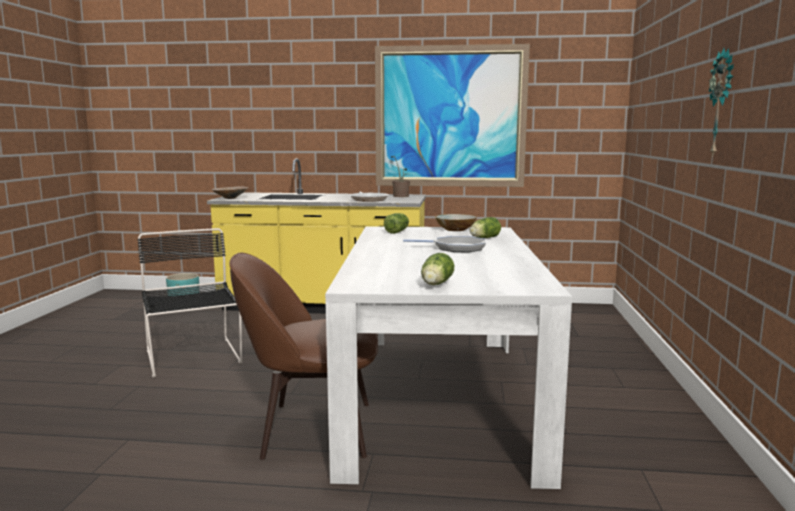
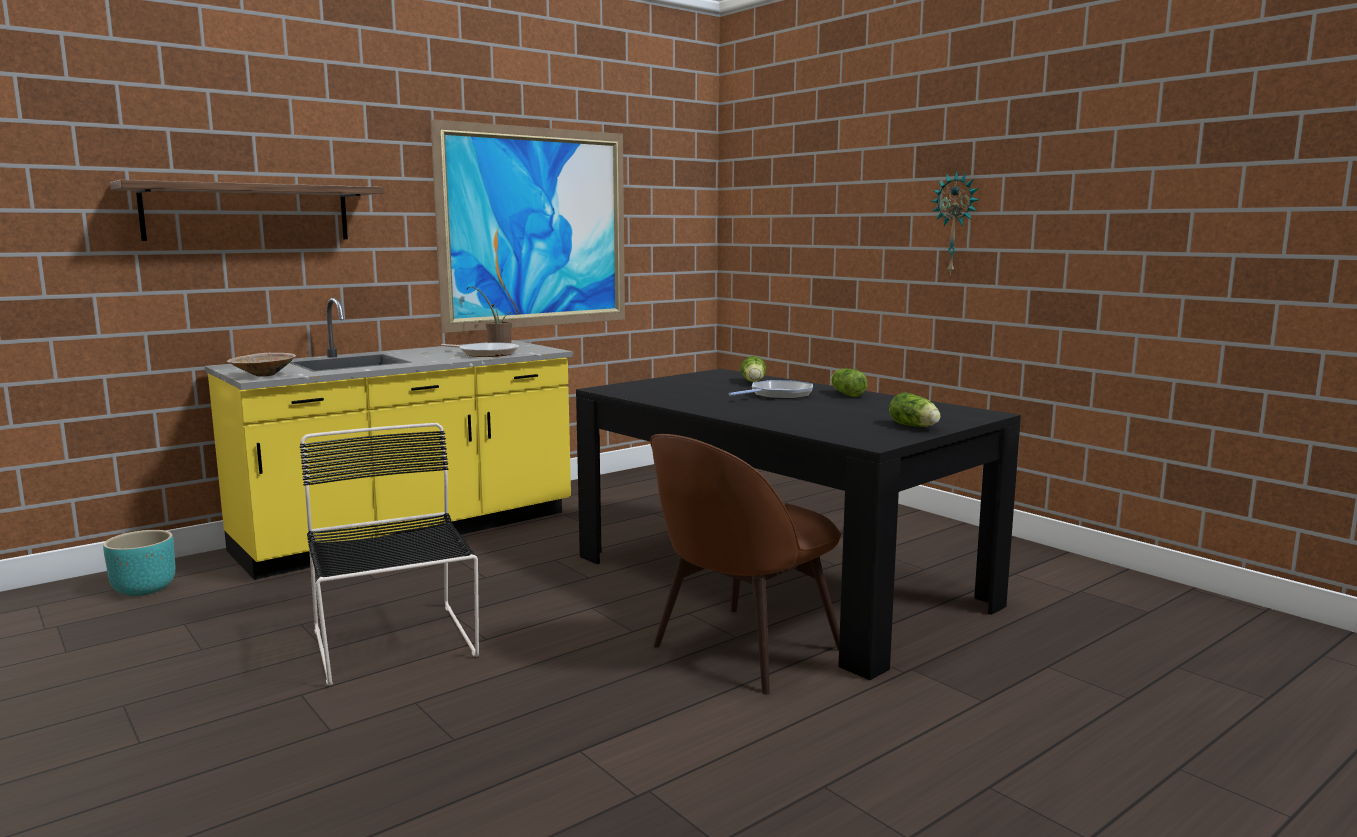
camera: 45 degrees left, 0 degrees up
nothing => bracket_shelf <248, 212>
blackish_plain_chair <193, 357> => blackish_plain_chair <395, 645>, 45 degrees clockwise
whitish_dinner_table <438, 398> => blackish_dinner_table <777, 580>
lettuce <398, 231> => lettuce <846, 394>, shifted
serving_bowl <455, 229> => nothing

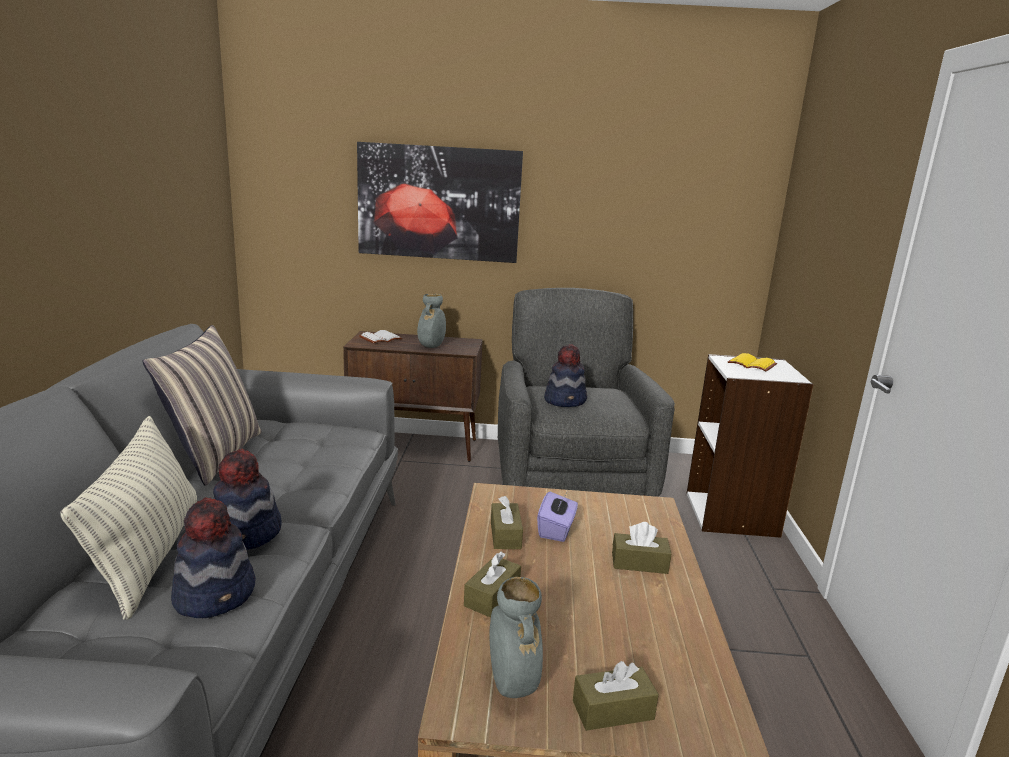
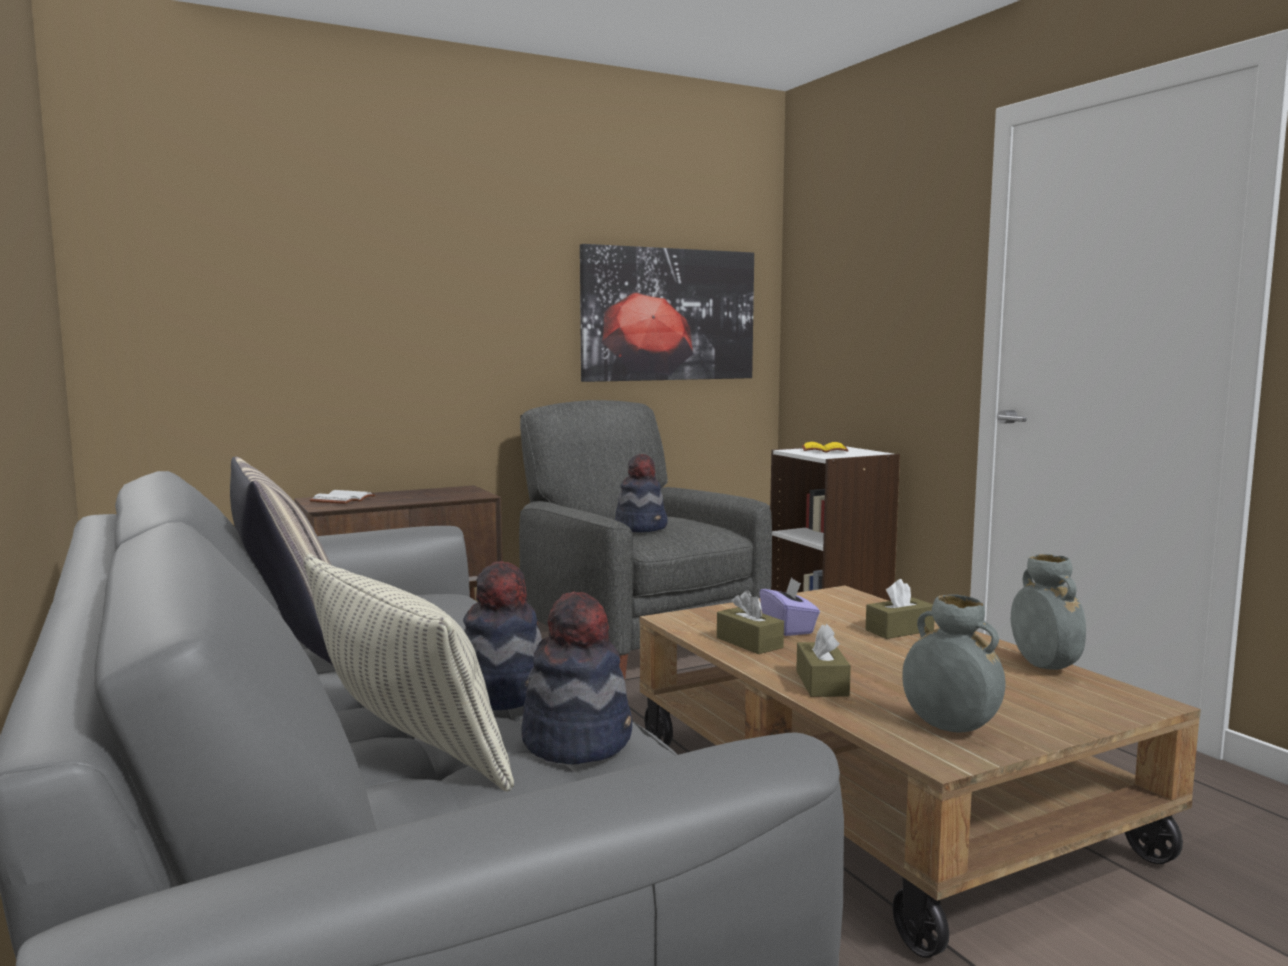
camera: 30 degrees left, 10 degrees down
wall_picture <439, 203> => wall_picture <668, 314>, shifted
greyish_decorative_vase <431, 347> => greyish_decorative_vase <1045, 667>, shifted
brown_tissue_box <613, 710> => nothing

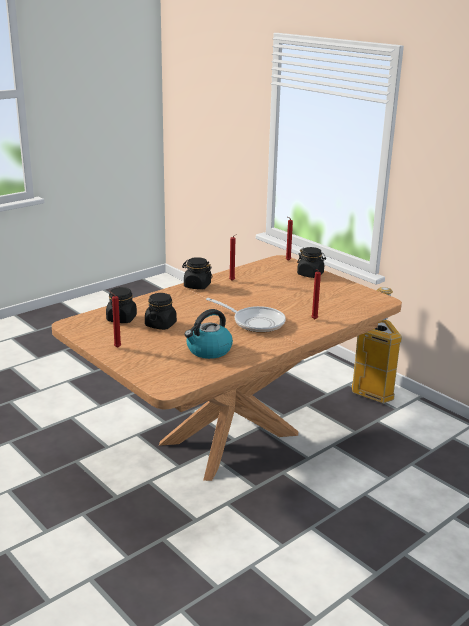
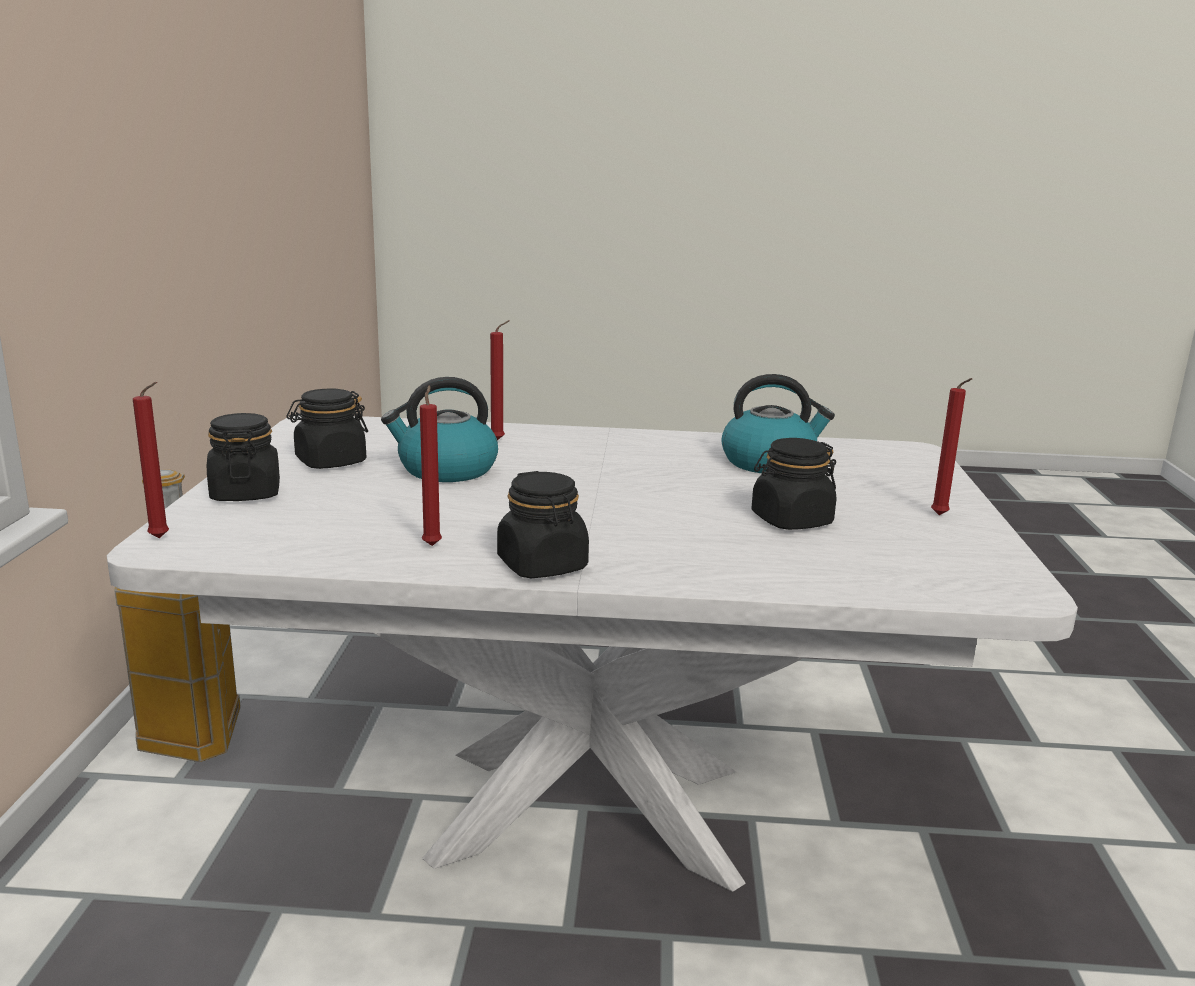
camera: 135 degrees left, 5 degrees down
brown_dinner_table <231, 439> => whitish_dinner_table <587, 811>
blackish_storage_jar <121, 319> => blackish_storage_jar <330, 462>, shifted
nothing => tea_kettle <446, 470>
skillet <255, 322> => nothing

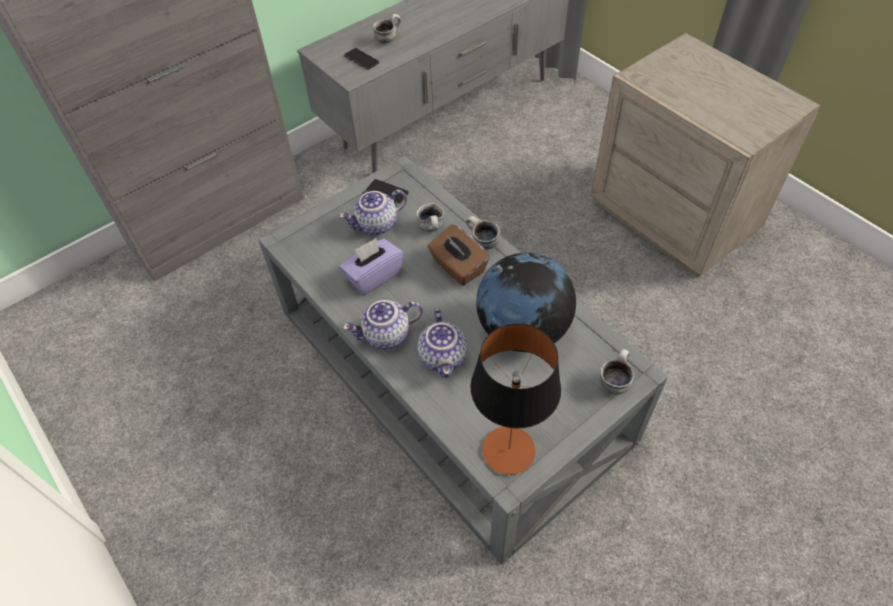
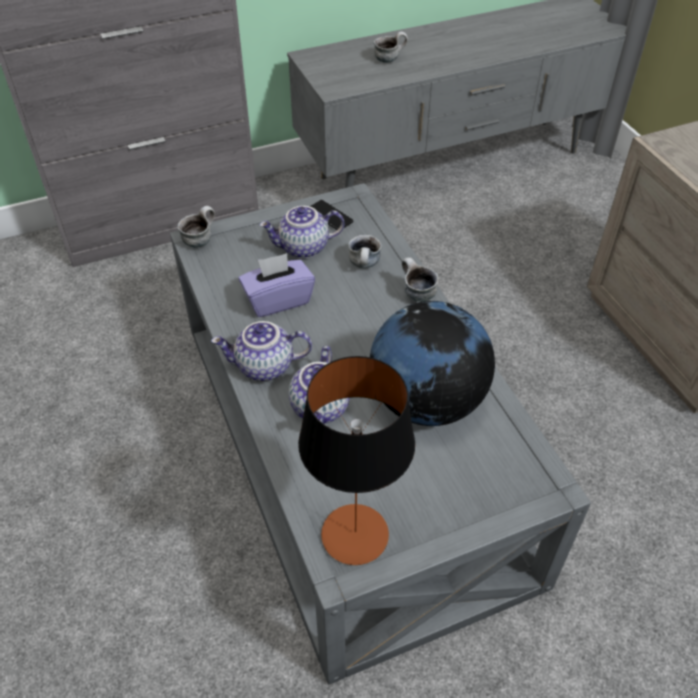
camera: 15 degrees right, 5 degrees down
mug <614, 380> => mug <200, 239>, shifted
phone <361, 59> => nothing
brown_tissue_box <458, 267> => nothing

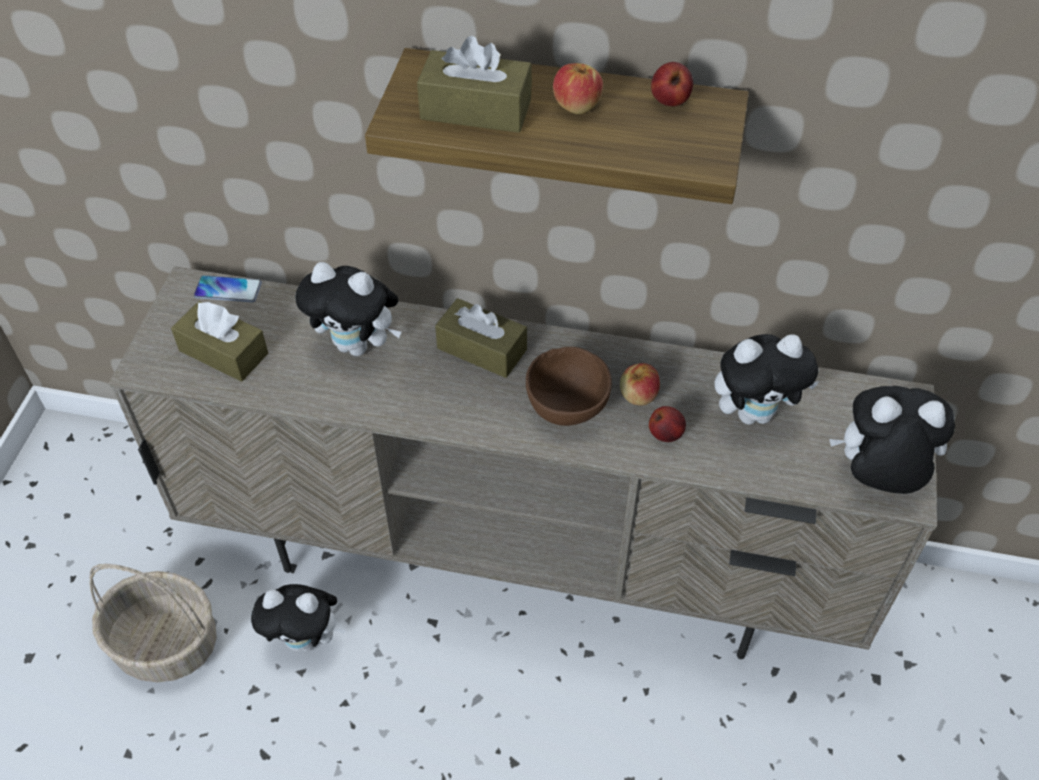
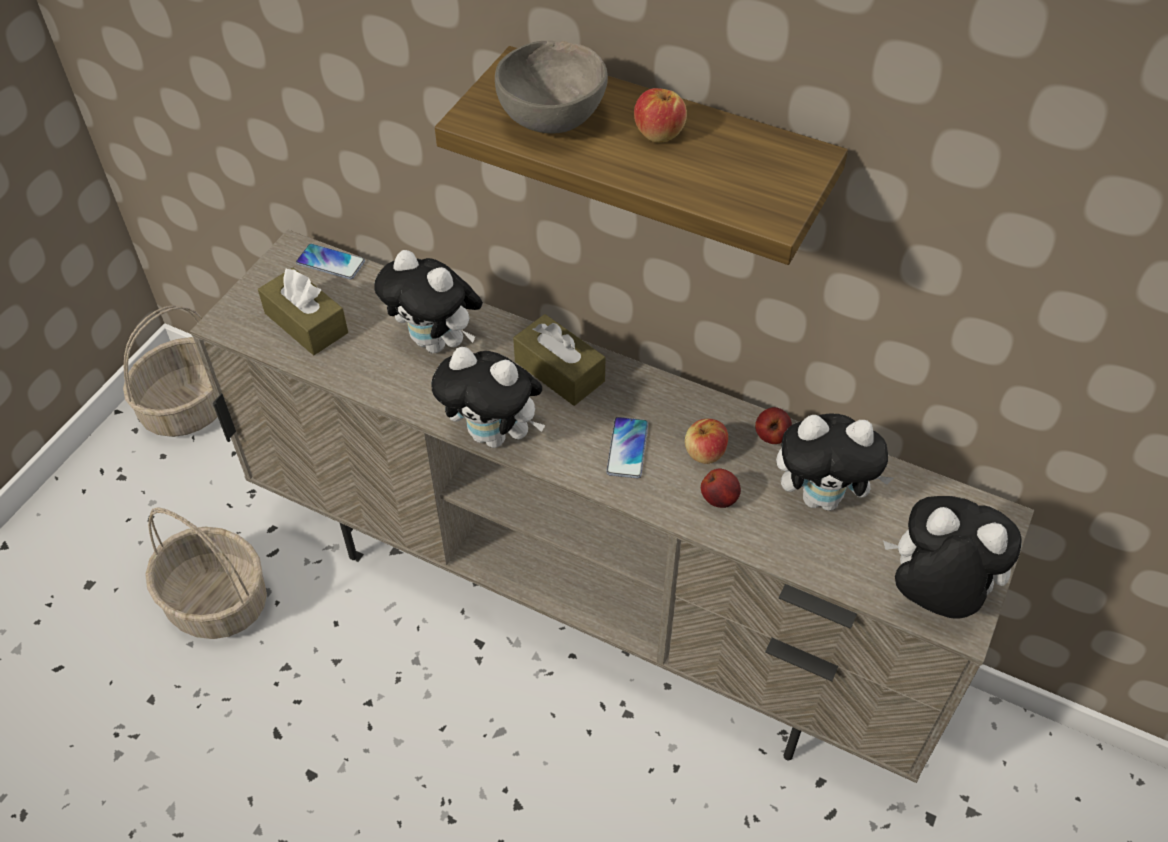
camera: 15 degrees right, 0 degrees up
nothing => basket <188, 406>
soft_toy <306, 639> => soft_toy <494, 435>, shifted
brown_tissue_box <476, 109> => greyish_serving_bowl <554, 120>
brown_serving_bowl <568, 406> => phone <627, 448>
apple_fruit <669, 101> => apple_fruit <771, 436>, shifted

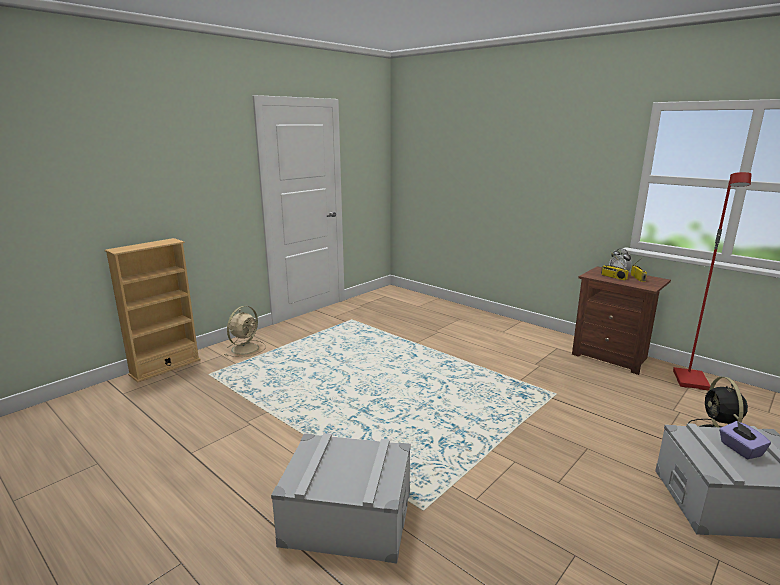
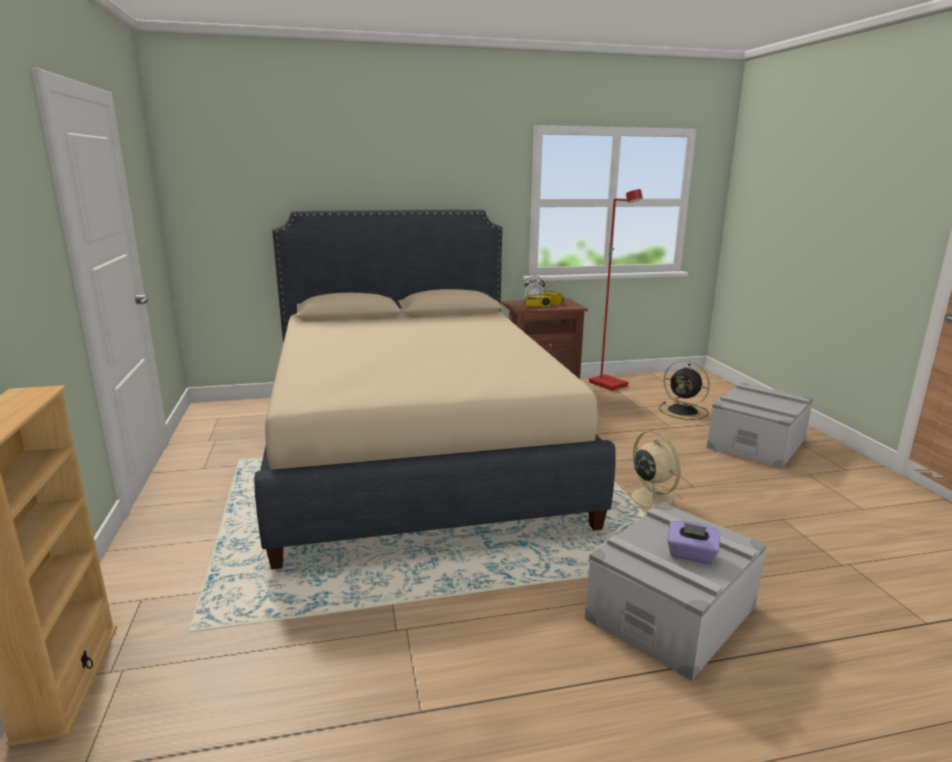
camera: 55 degrees left, 0 degrees up
nothing => beige_bedroom_bed <415, 450>
beige_fan <246, 348> => beige_fan <650, 497>, shifted
purplish_tissue_box <740, 449> => purplish_tissue_box <691, 555>, shifted

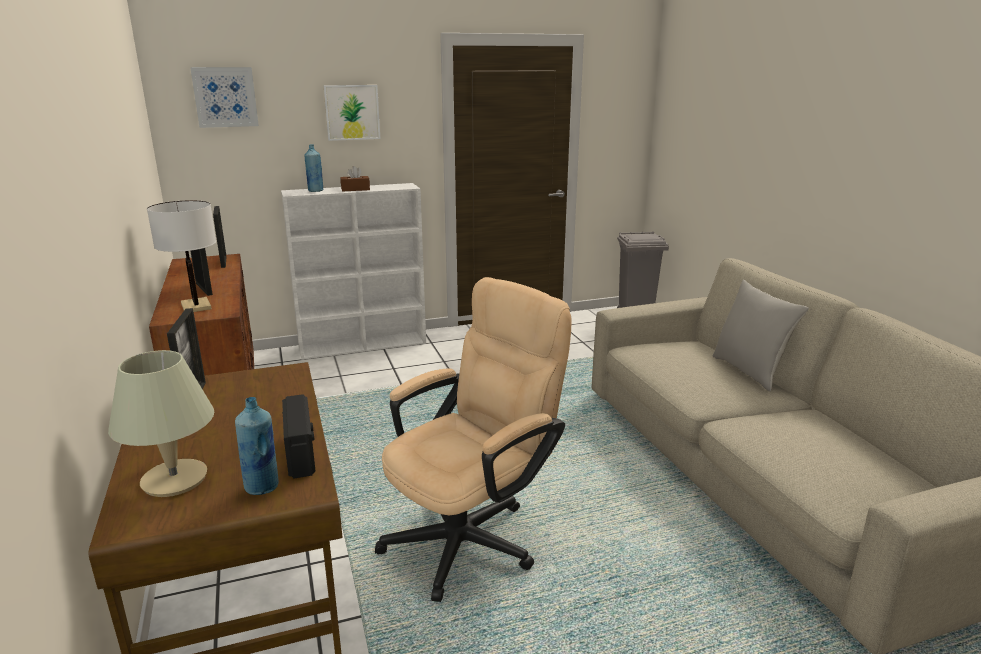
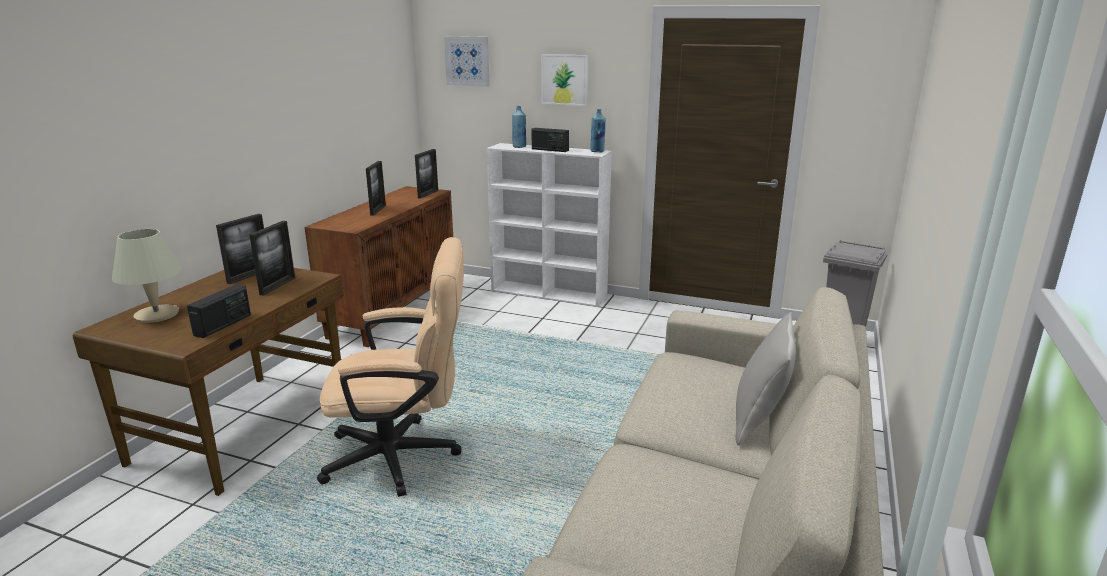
camera: 40 degrees right, 0 degrees up
nothing => photo_frame <277, 286>
brown_tissue_box <355, 189> => radio <550, 150>
bluish_bottle <262, 487> => bluish_bottle <597, 151>, shifted
whitish_lamp_for_a_table <196, 306> => nothing

